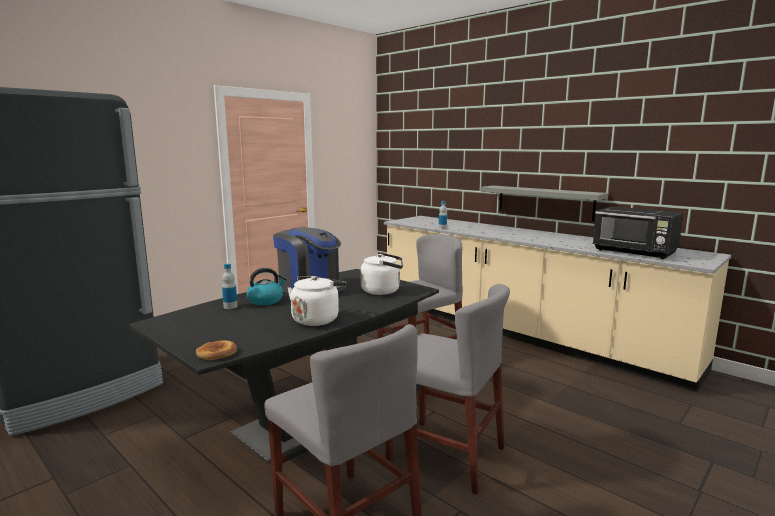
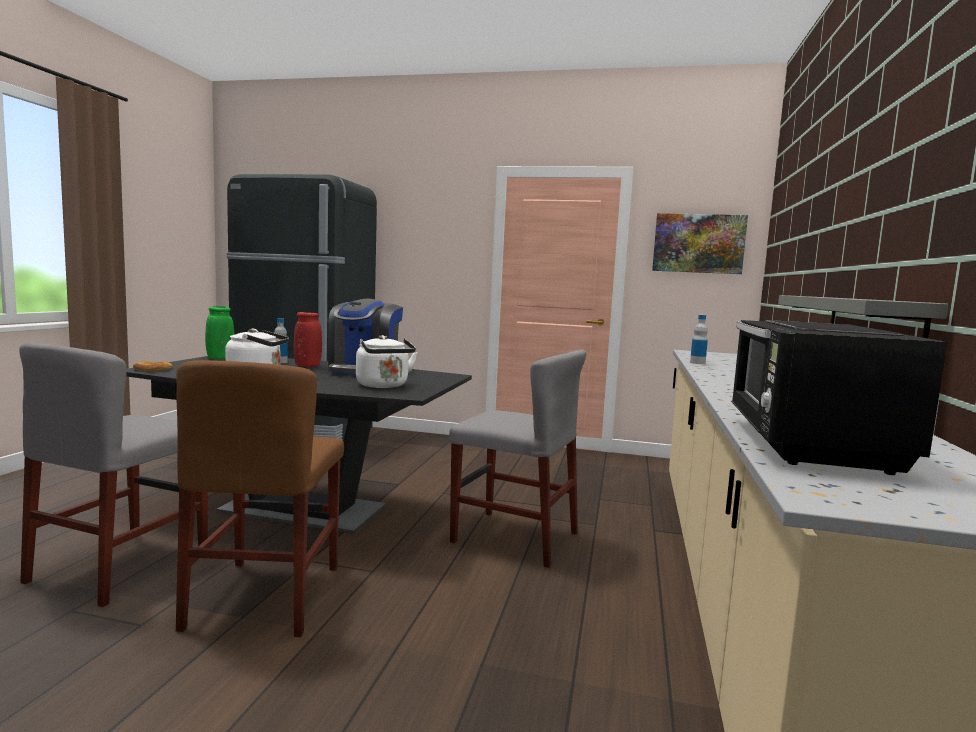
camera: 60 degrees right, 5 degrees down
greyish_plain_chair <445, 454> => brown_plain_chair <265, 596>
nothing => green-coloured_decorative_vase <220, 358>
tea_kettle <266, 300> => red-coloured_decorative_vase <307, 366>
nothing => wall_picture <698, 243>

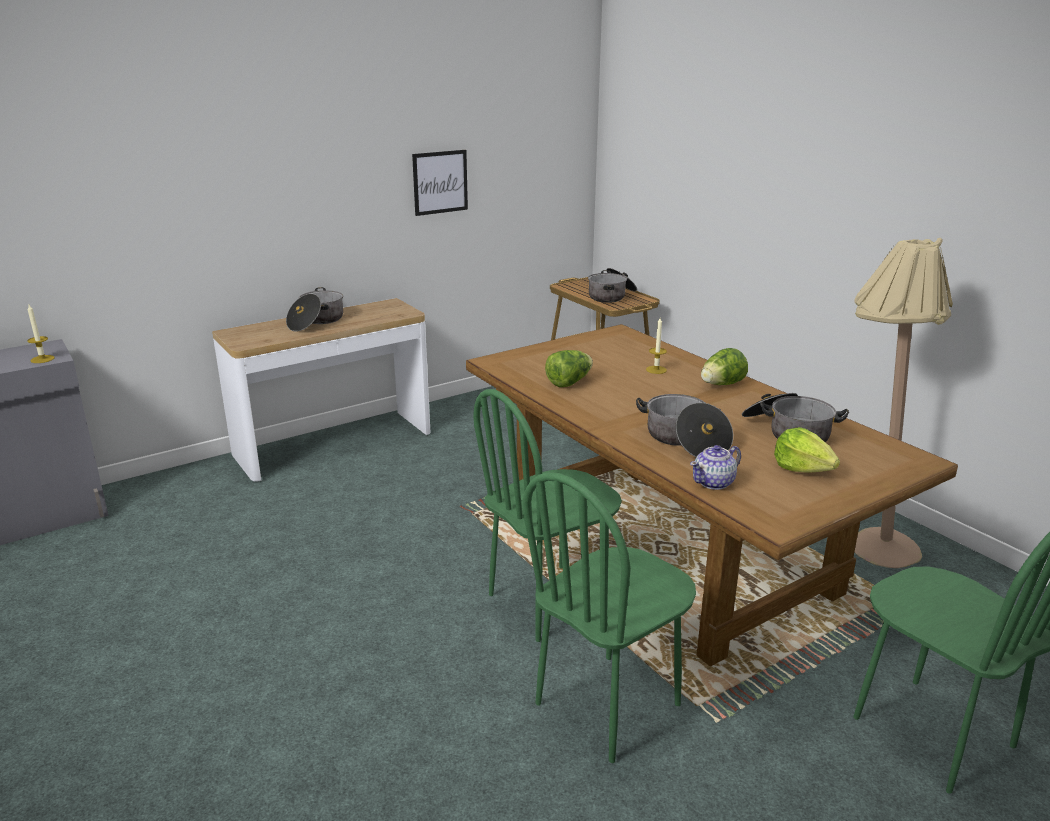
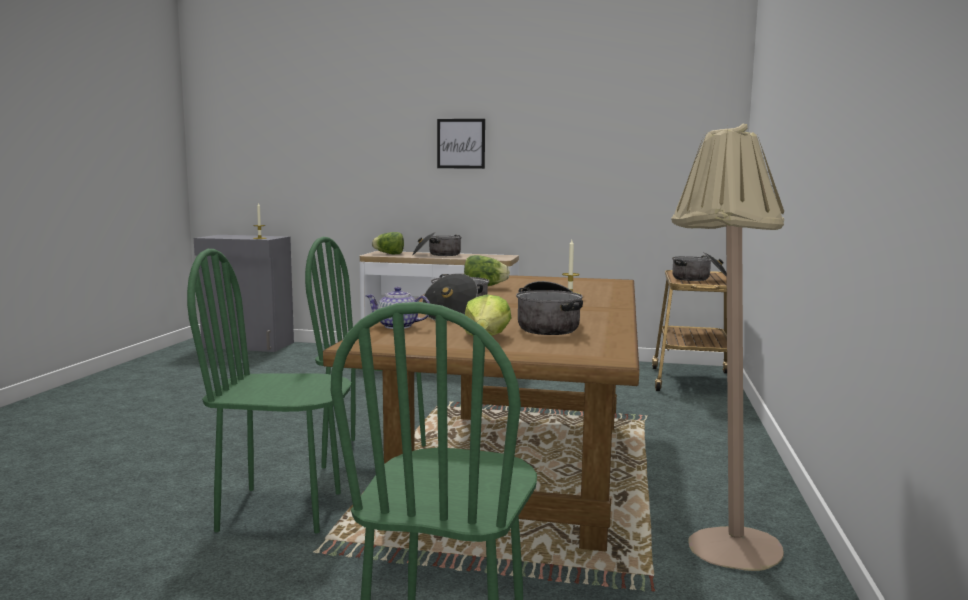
camera: 45 degrees right, 15 degrees down
lettuce <721, 385> => lettuce <389, 254>, shifted
wall_picture <440, 182> => wall_picture <461, 143>, shifted

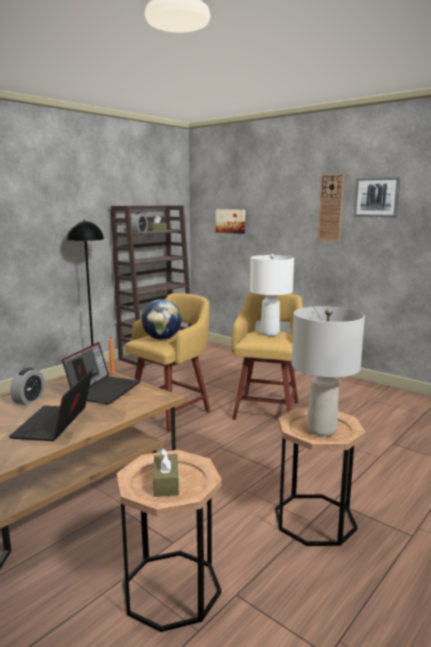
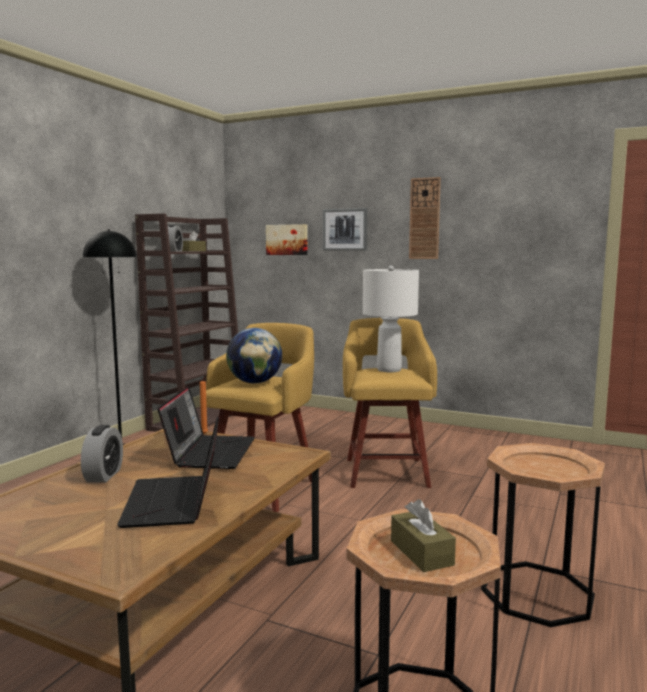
camera: 15 degrees left, 5 degrees down
wall_picture <376, 197> => wall_picture <345, 229>, shifted
greyish_lamp_for_a_table <322, 429> => nothing

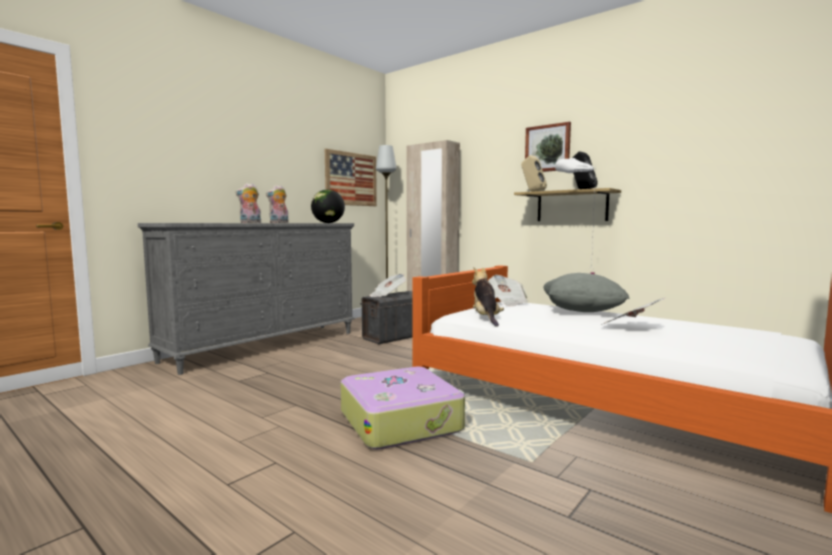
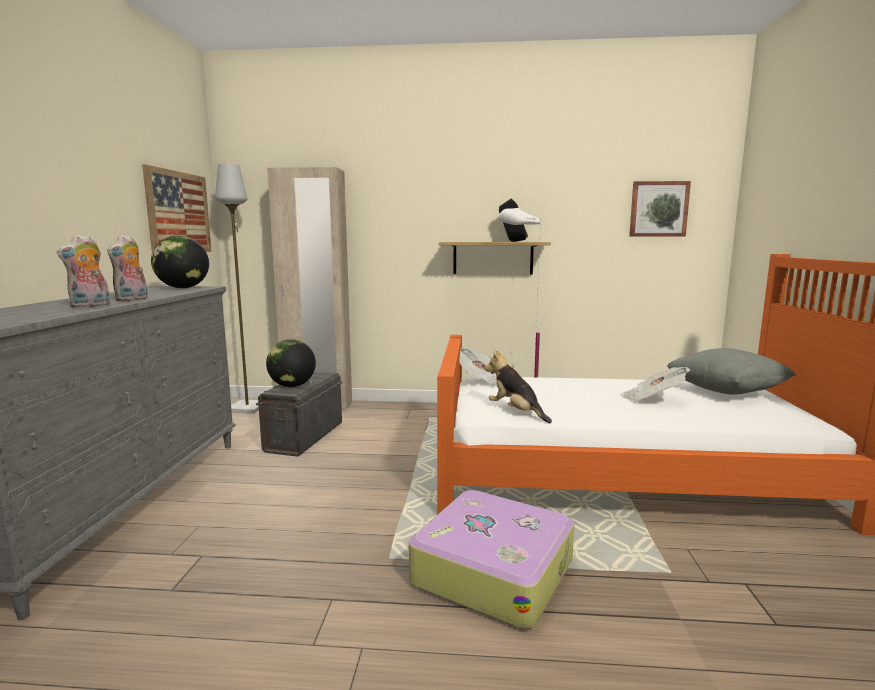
camera: 35 degrees left, 5 degrees up
newspaper <387, 295> => desk_globe <292, 386>
wall_picture <547, 148> => wall_picture <658, 209>, shifted
greyish_cushion <581, 311> => greyish_cushion <725, 392>, shifted
beige_audio_speaker <532, 191> => nothing

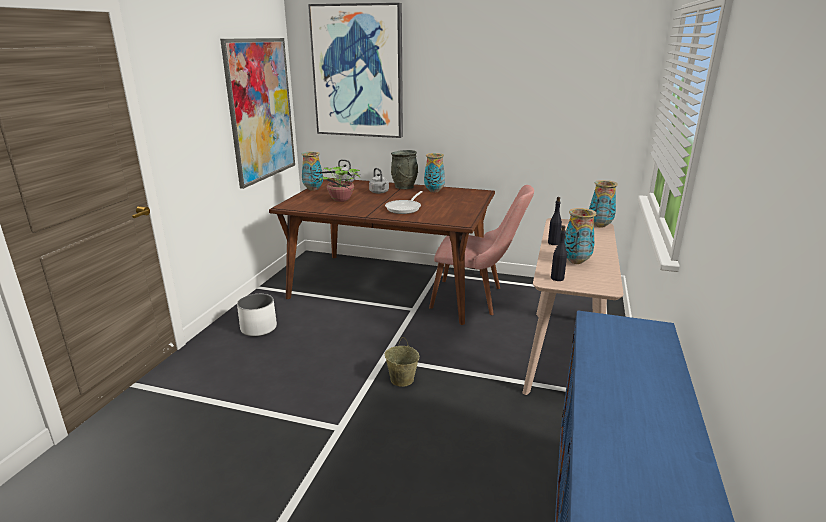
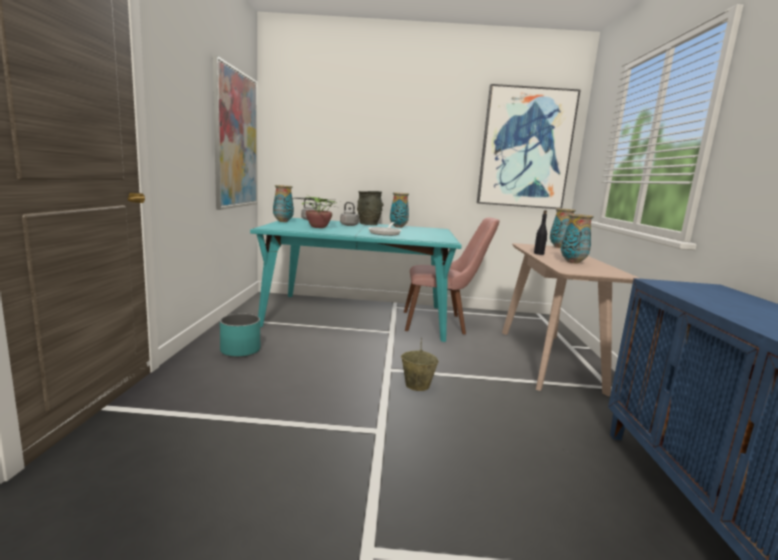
camera: 15 degrees left, 10 degrees down
whitish_planter <259, 328> => turquoise_planter <240, 350>
brown_dinner_table <391, 286> => turquoise_dinner_table <358, 316>
wall_picture <358, 72> => wall_picture <525, 148>, shifted
blackish_bottle <557, 278> => nothing

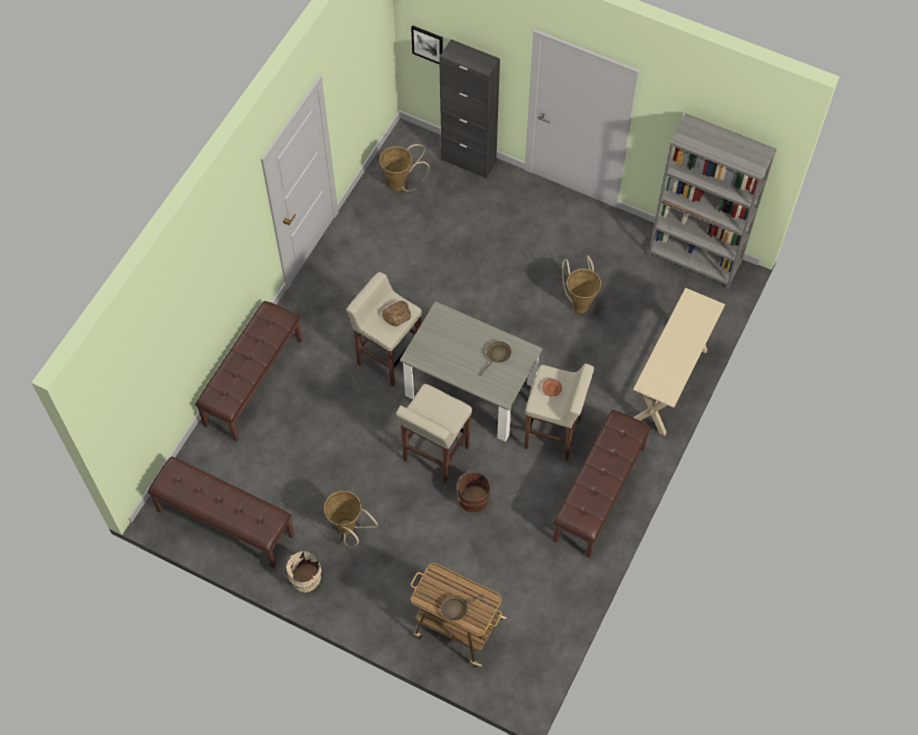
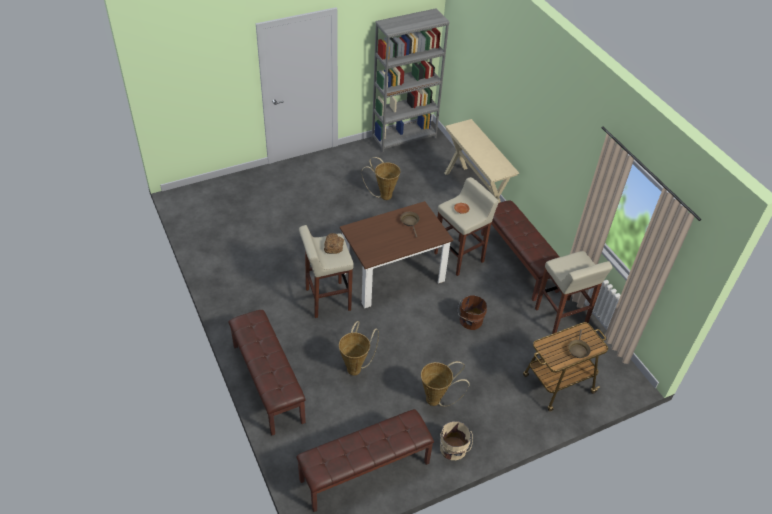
camera: 55 degrees left, 15 degrees down
basket <401, 185> => basket <356, 367>, shifted
greyish_dinner_table <470, 391> => brown_dinner_table <393, 276>
beige_stool <435, 454> => beige_stool <561, 317>, shifted
wall_picture <427, 44> => nothing
blackish_cupboard <468, 161> => nothing

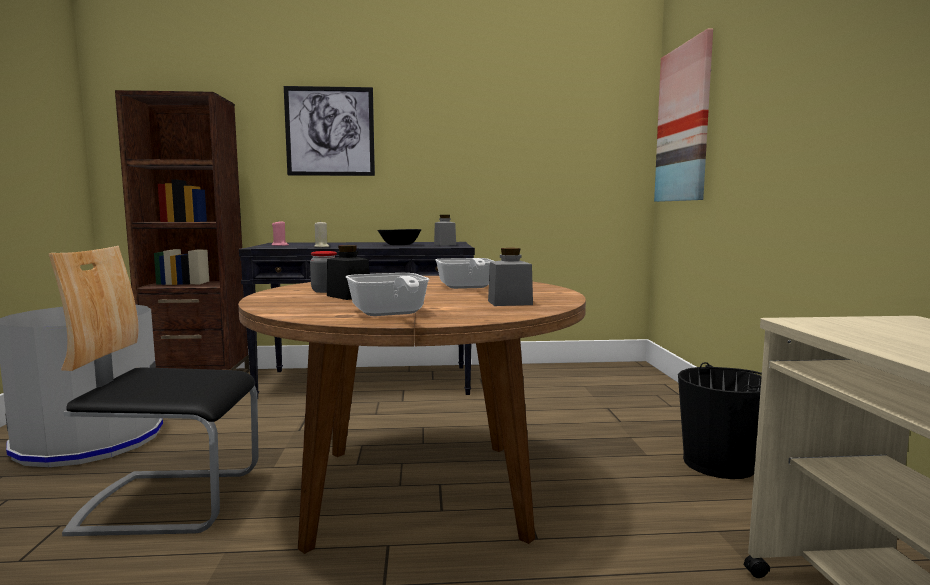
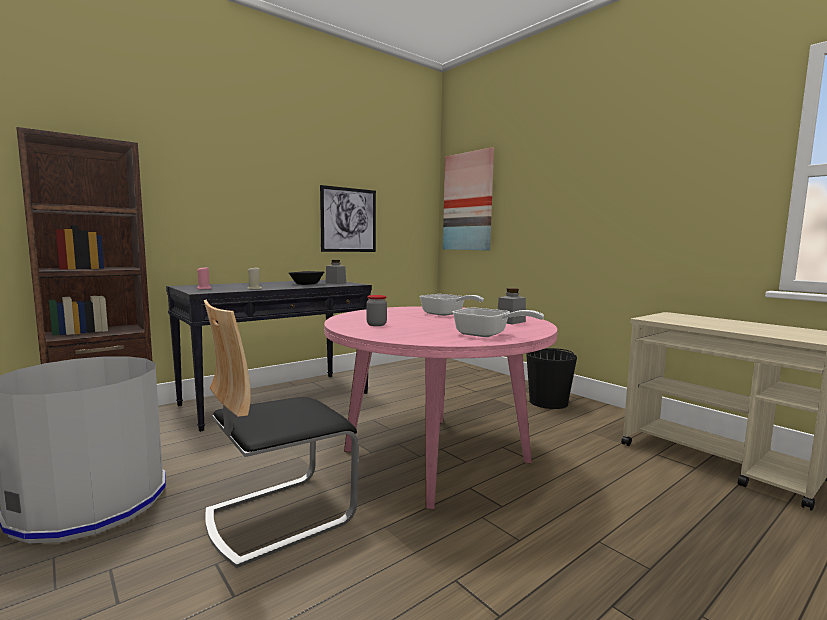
camera: 35 degrees left, 0 degrees up
wall_picture <330, 131> => wall_picture <348, 220>, shifted
brown_dinner_table <418, 490> => pinkish_dinner_table <436, 455>
blackish_storage_jar <348, 296> => nothing

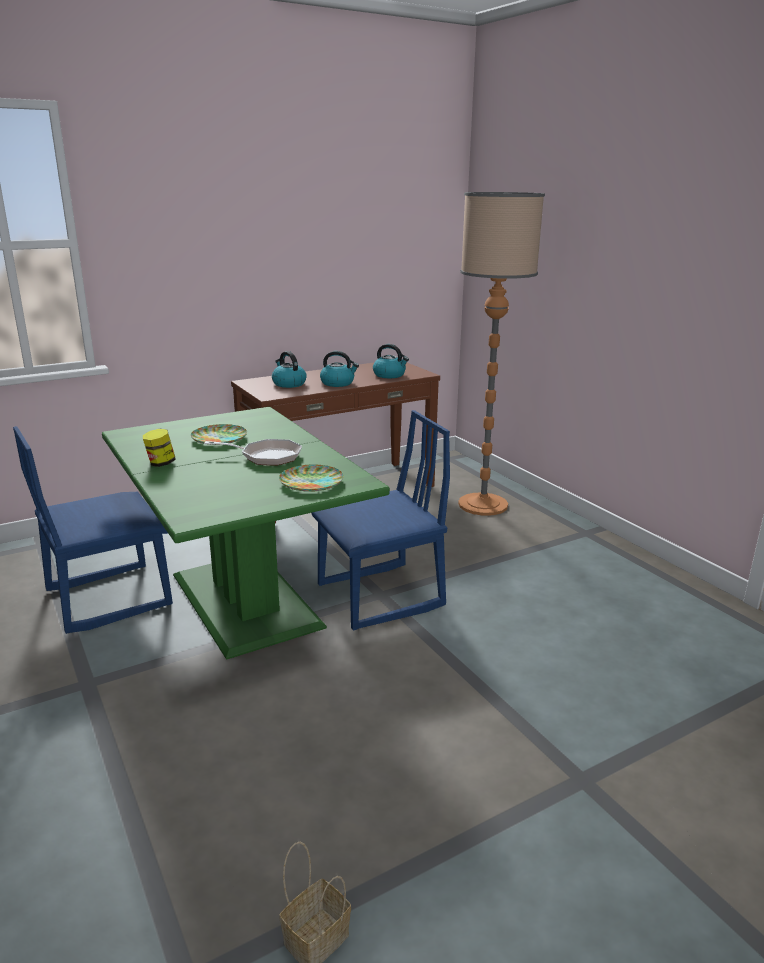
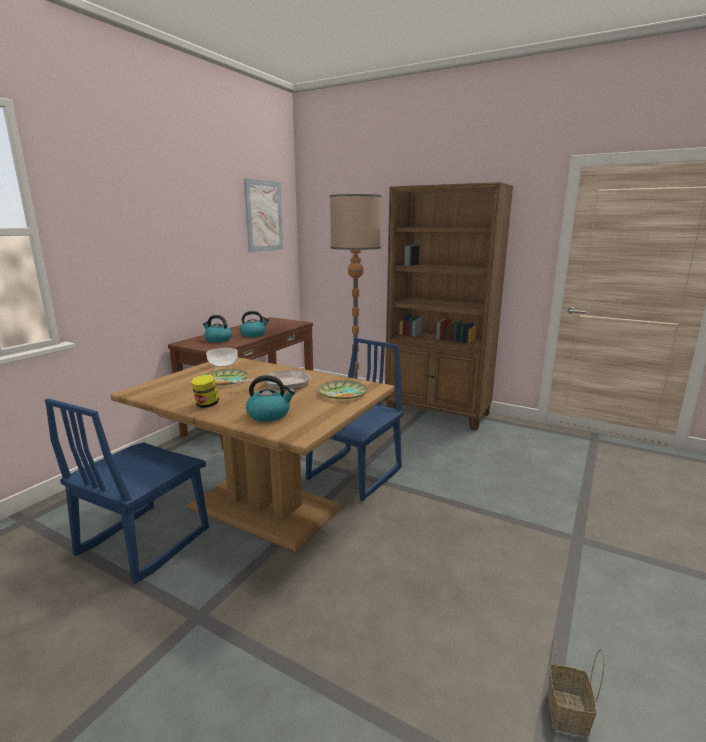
camera: 30 degrees left, 5 degrees down
green-coloured_dinner_table <243, 601> => brown_dinner_table <263, 507>
nothing => serving_bowl <223, 364>
nothing => wall_picture <264, 216>
tea_kettle <390, 375> => tea_kettle <269, 414>, shifted
nothing => brown_shelving_unit <438, 413>

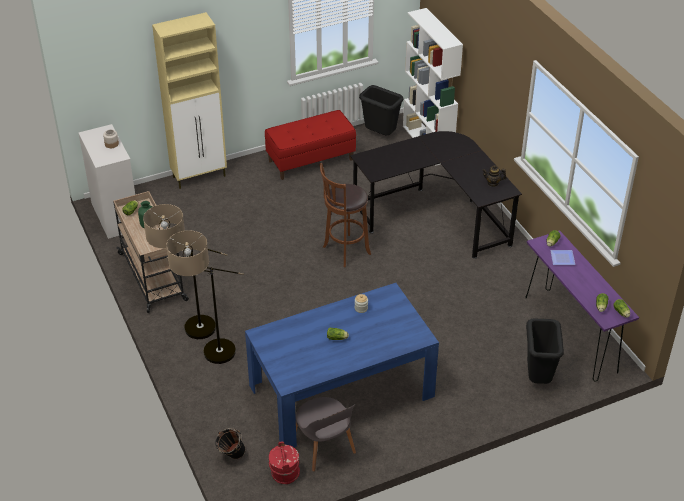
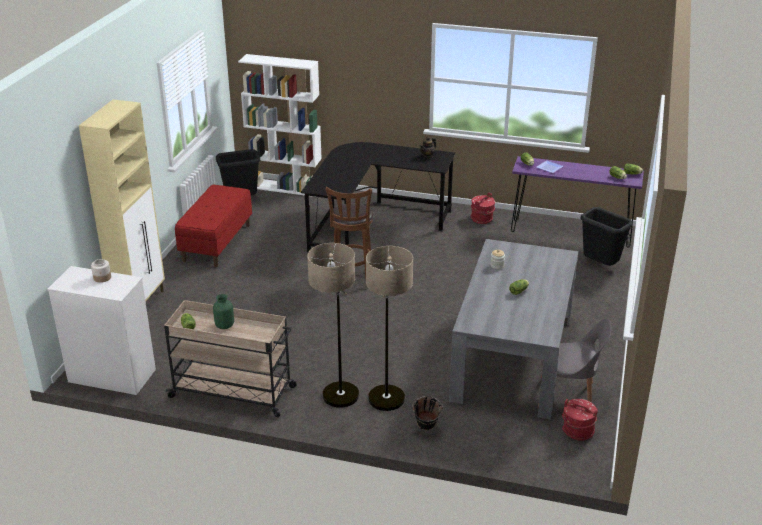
camera: 50 degrees left, 10 degrees down
blackish_pail <231, 456> => blackish_pail <426, 429>, shifted
bluish_dinner_table <341, 391> => greyish_dinner_table <513, 357>
nothing => red-coloured_pail <482, 219>

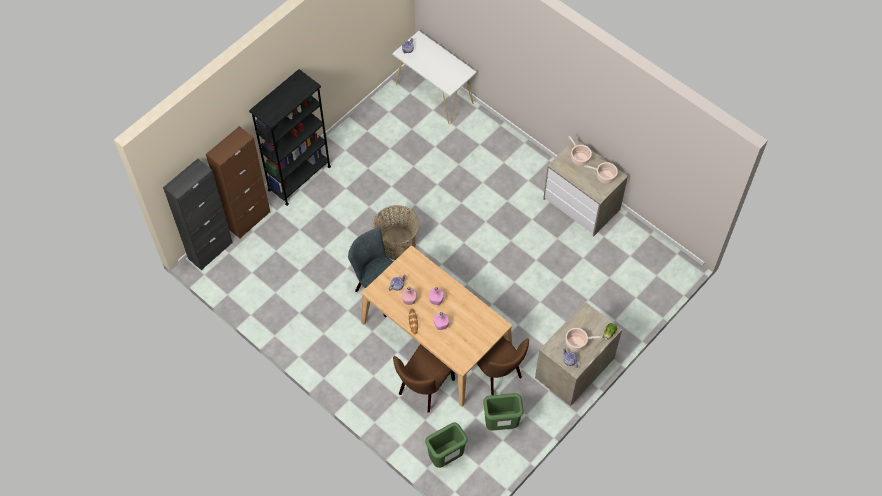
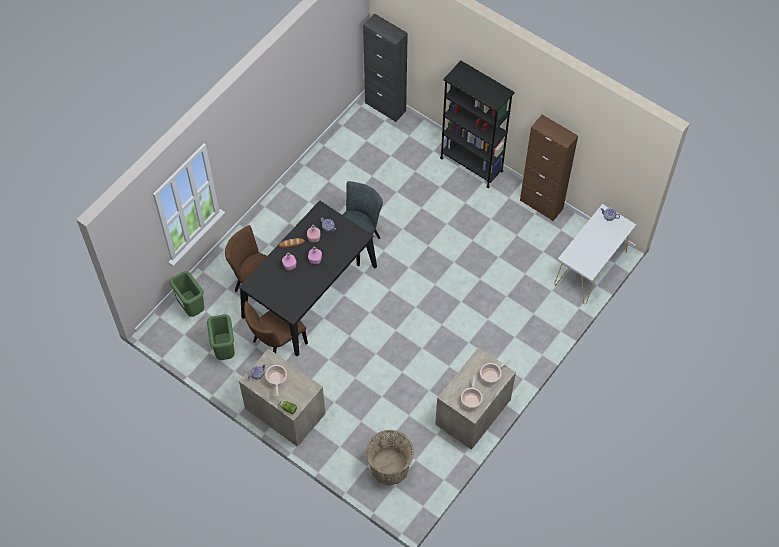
camera: 85 degrees right, 0 degrees up
beige_dinner_table <436, 338> => blackish_dinner_table <309, 291>
basket <397, 244> => basket <389, 467>, shifted
brown_cupboard <248, 220> => brown_cupboard <541, 204>, shifted

